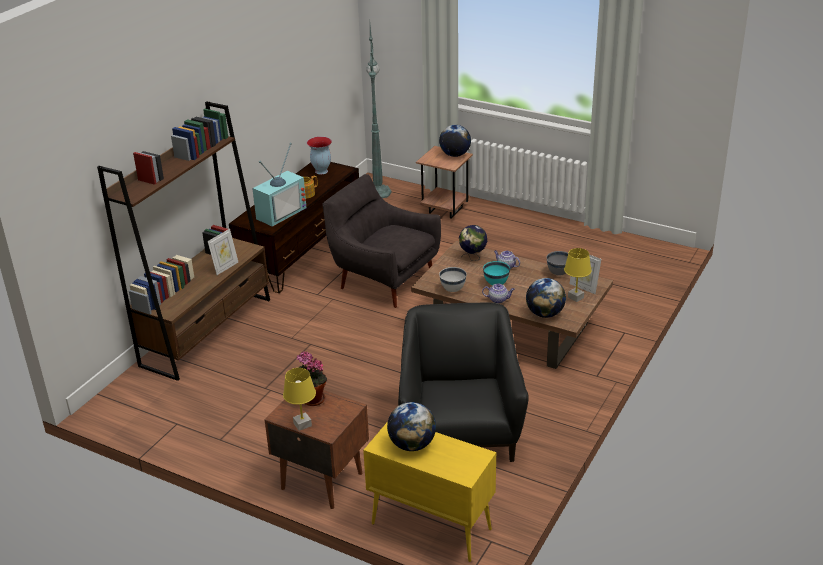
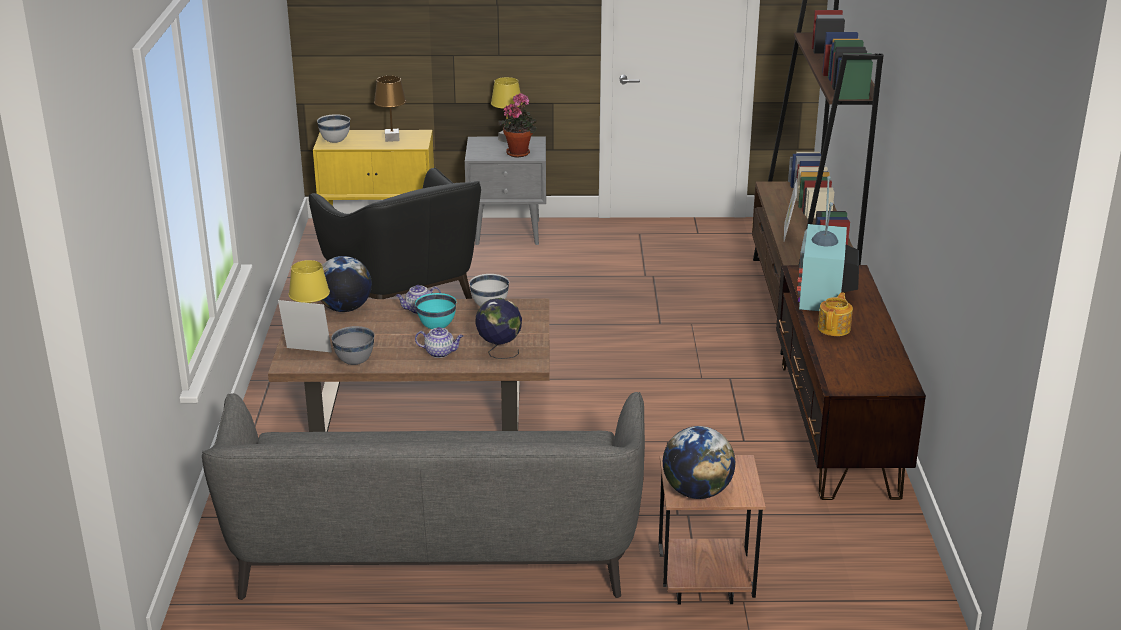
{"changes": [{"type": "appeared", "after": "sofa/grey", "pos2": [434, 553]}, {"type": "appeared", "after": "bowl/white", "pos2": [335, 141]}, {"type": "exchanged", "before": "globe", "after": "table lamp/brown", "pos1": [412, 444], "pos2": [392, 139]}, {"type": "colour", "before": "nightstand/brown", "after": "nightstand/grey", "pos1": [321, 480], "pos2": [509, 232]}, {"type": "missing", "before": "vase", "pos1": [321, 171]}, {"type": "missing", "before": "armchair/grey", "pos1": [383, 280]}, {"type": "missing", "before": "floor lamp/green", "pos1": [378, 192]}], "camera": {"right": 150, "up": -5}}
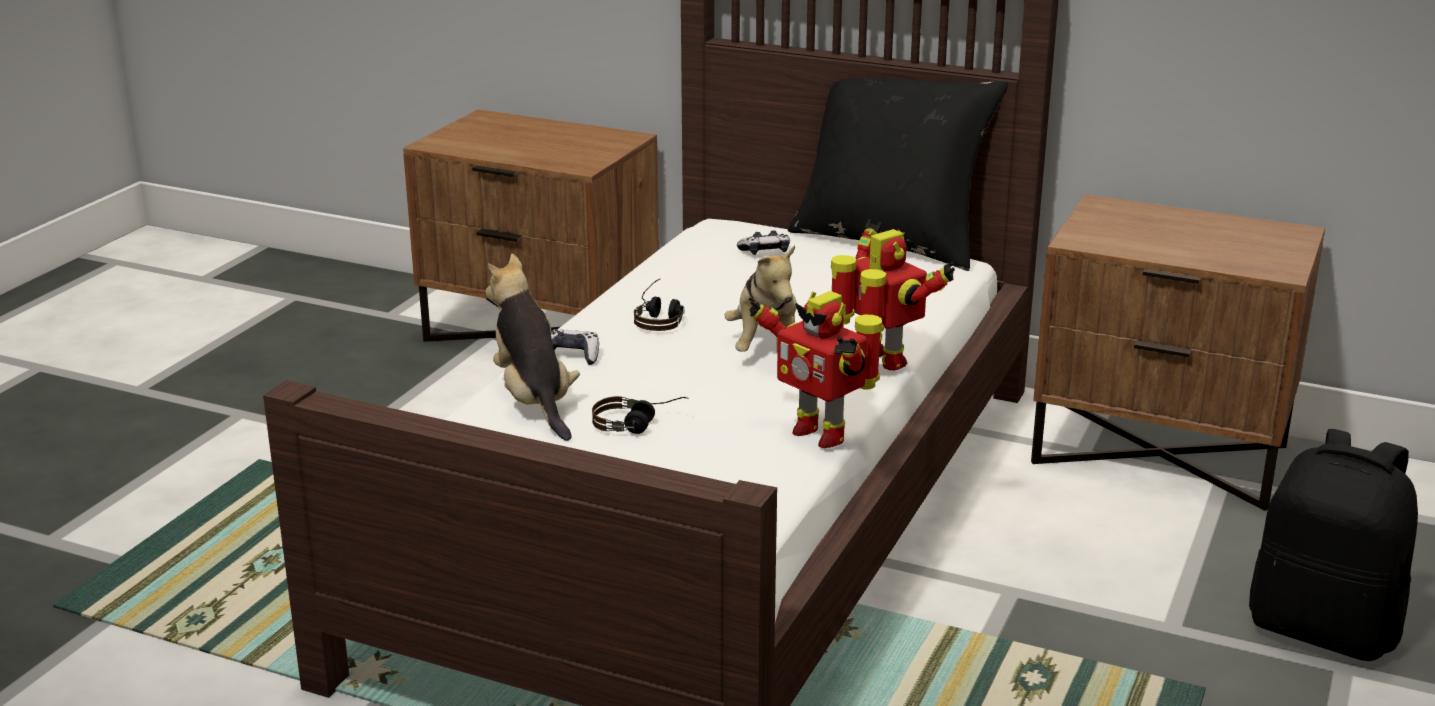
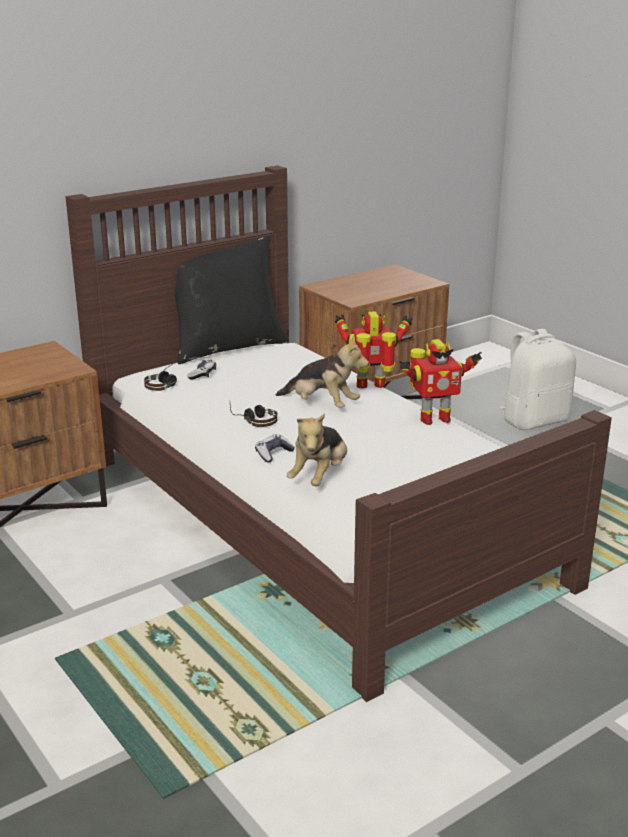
{"changes": [{"type": "relocated", "before": "headphones", "pos1": [639, 425], "pos2": [165, 384]}, {"type": "spun", "before": "plush toy", "pos1": [534, 400], "pos2": [319, 476], "turn": -75}, {"type": "colour", "before": "backpack/black", "after": "backpack/white", "pos1": [1323, 629], "pos2": [534, 420]}], "camera": {"right": -60, "up": 0}}
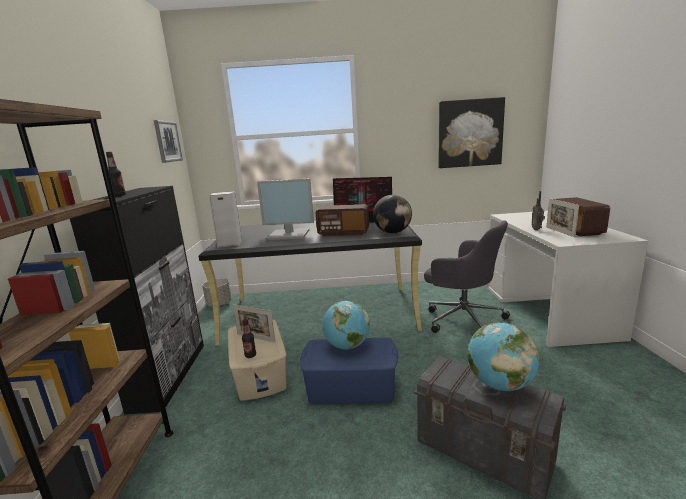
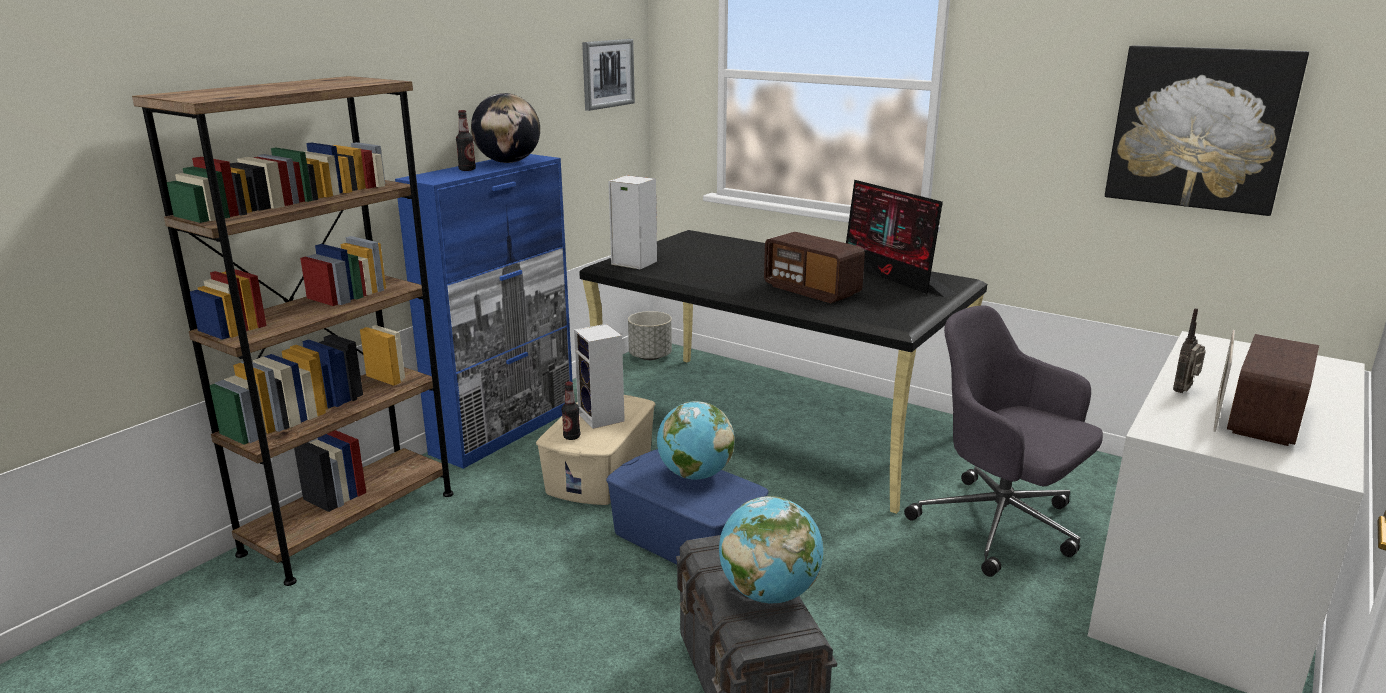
{"changes": [{"type": "colour", "before": "cabinet/black", "after": "cabinet/blue", "pos1": [170, 375], "pos2": [505, 430]}, {"type": "relocated", "before": "globe", "pos1": [393, 232], "pos2": [508, 162]}, {"type": "exchanged", "before": "picture frame", "after": "speaker", "pos1": [256, 338], "pos2": [602, 418]}, {"type": "spun", "before": "office chair/grey", "pos1": [462, 318], "pos2": [1001, 526], "turn": 150}, {"type": "missing", "before": "monitor", "pos1": [289, 234]}], "camera": {"right": 35, "up": 5}}
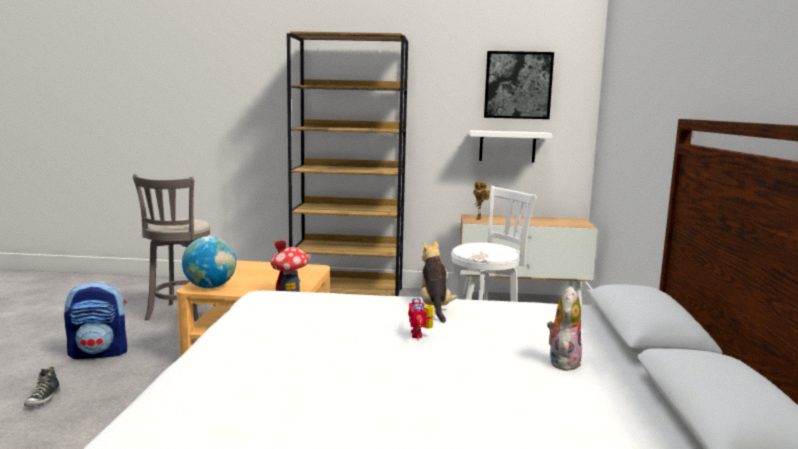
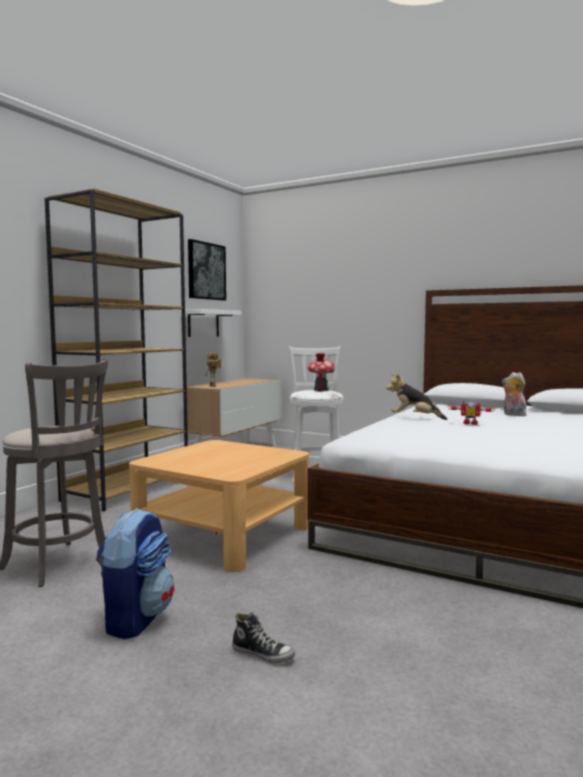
{"changes": [{"type": "relocated", "before": "toy house", "pos1": [290, 290], "pos2": [321, 390]}, {"type": "missing", "before": "globe", "pos1": [210, 287]}], "camera": {"right": -65, "up": -5}}
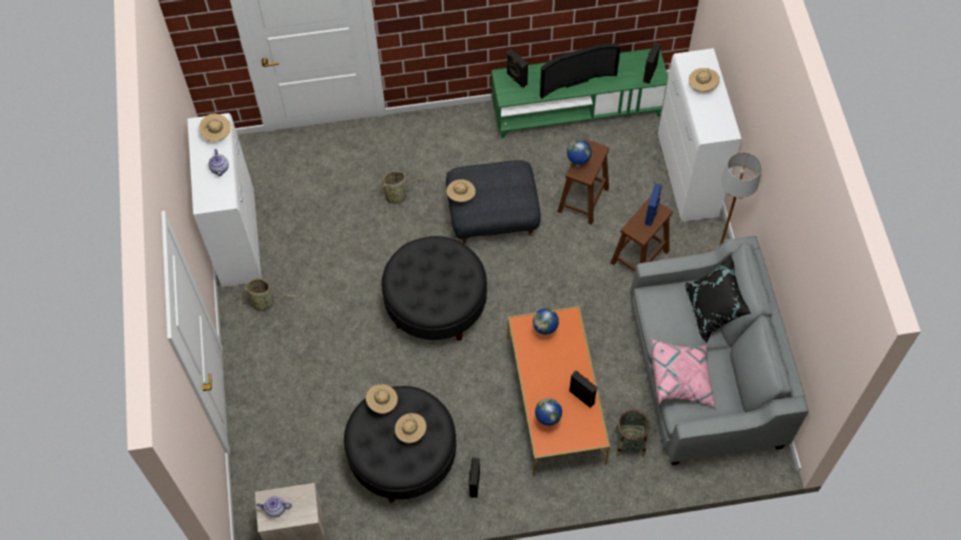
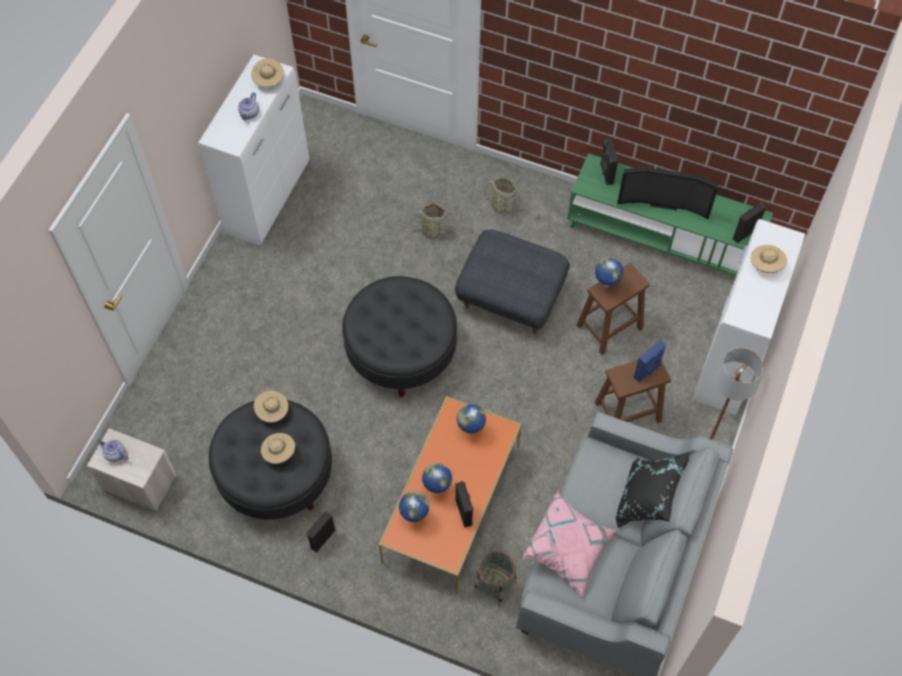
{"changes": [{"type": "appeared", "after": "globe", "pos2": [437, 489]}, {"type": "relocated", "before": "basket", "pos1": [265, 303], "pos2": [504, 207]}, {"type": "missing", "before": "hat/beige", "pos1": [461, 196]}], "camera": {"right": 30, "up": 0}}
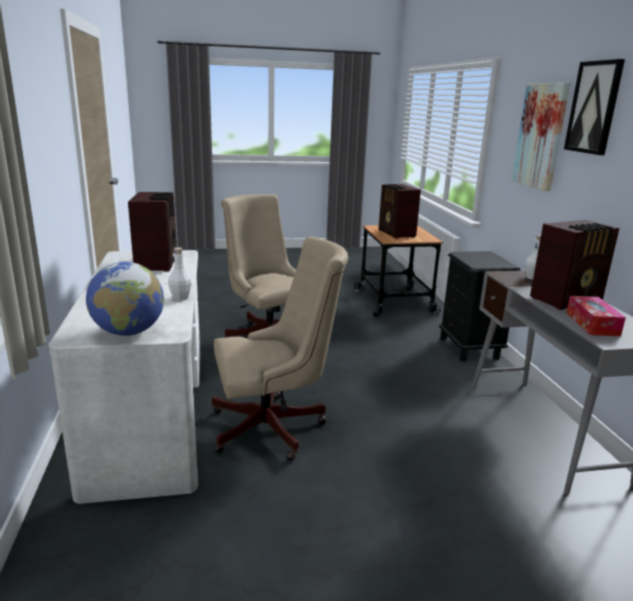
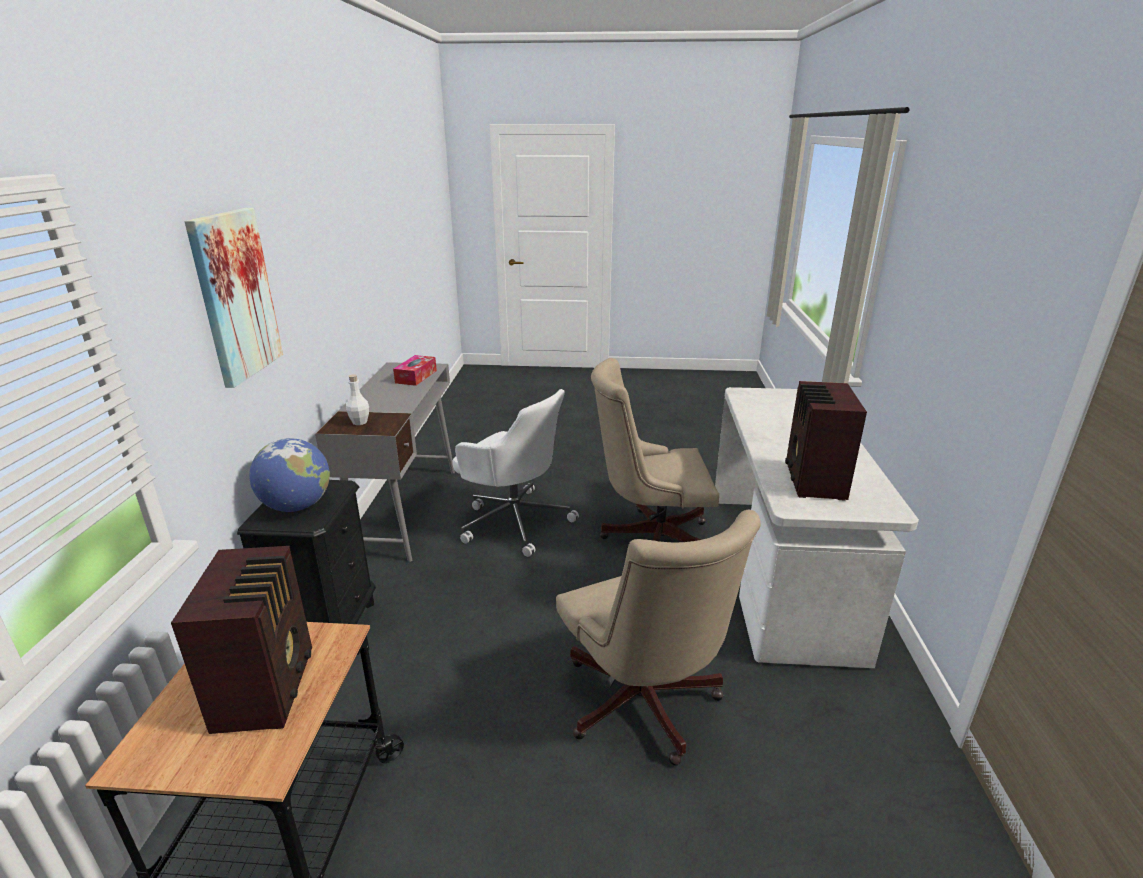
{"changes": [{"type": "relocated", "before": "globe", "pos1": [129, 332], "pos2": [297, 506]}, {"type": "appeared", "after": "office chair/white", "pos2": [514, 521]}, {"type": "missing", "before": "bottle/white", "pos1": [180, 297]}, {"type": "missing", "before": "radio", "pos1": [567, 300]}, {"type": "missing", "before": "picture", "pos1": [594, 107]}], "camera": {"right": -165, "up": 5}}
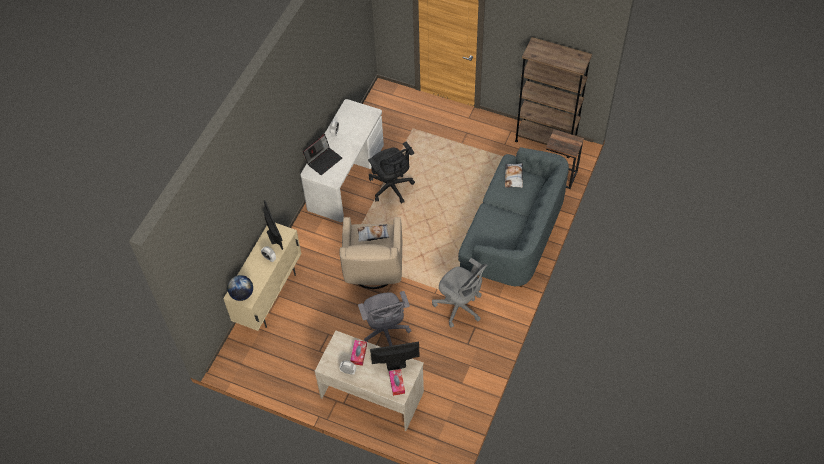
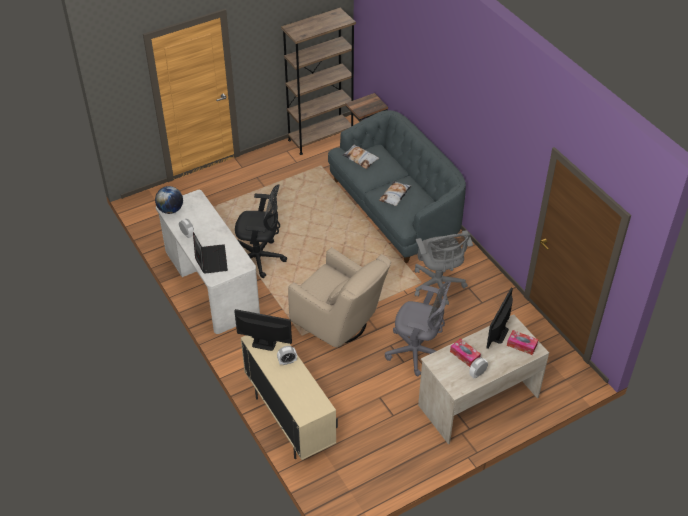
{"changes": [{"type": "relocated", "before": "globe", "pos1": [242, 294], "pos2": [170, 210]}, {"type": "relocated", "before": "pillow", "pos1": [373, 234], "pos2": [395, 195]}, {"type": "spun", "before": "office chair/grey", "pos1": [460, 307], "pos2": [438, 286], "turn": 90}], "camera": {"right": -55, "up": -10}}
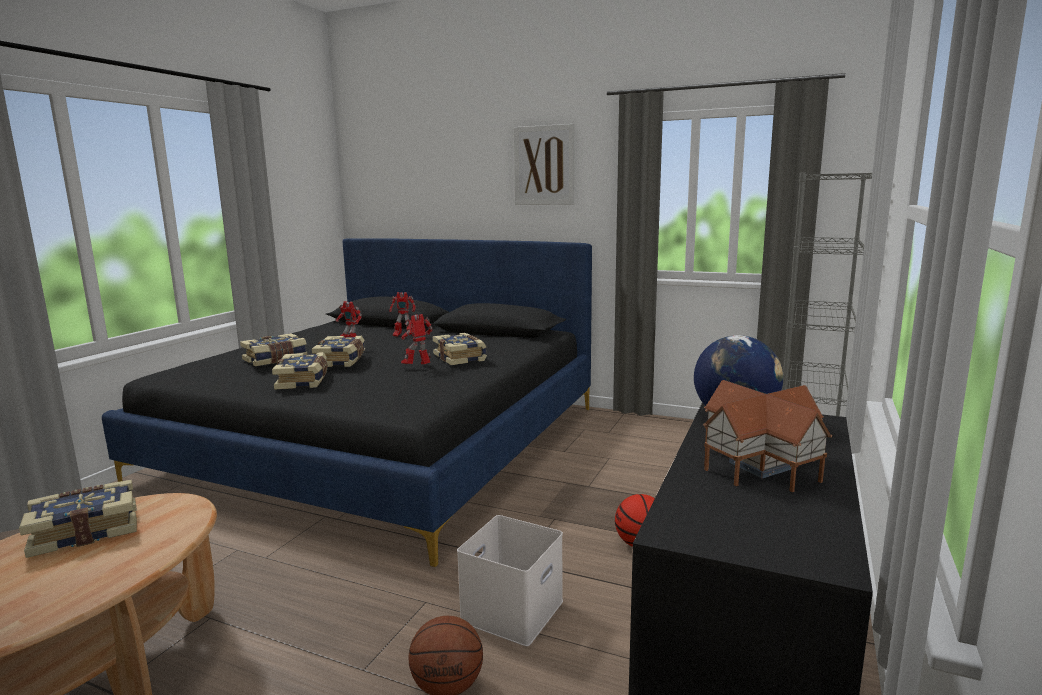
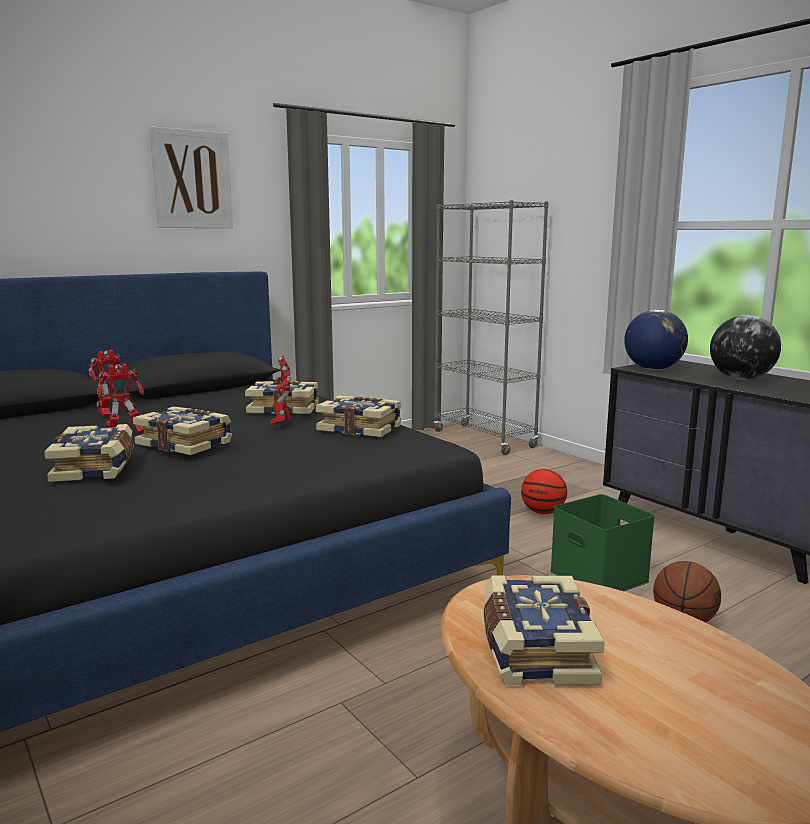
{"changes": [{"type": "relocated", "before": "book", "pos1": [304, 381], "pos2": [360, 428]}, {"type": "colour", "before": "storage box/white", "after": "storage box/green", "pos1": [513, 612], "pos2": [601, 576]}, {"type": "exchanged", "before": "toy house", "after": "globe", "pos1": [762, 466], "pos2": [741, 379]}], "camera": {"right": -60, "up": 0}}
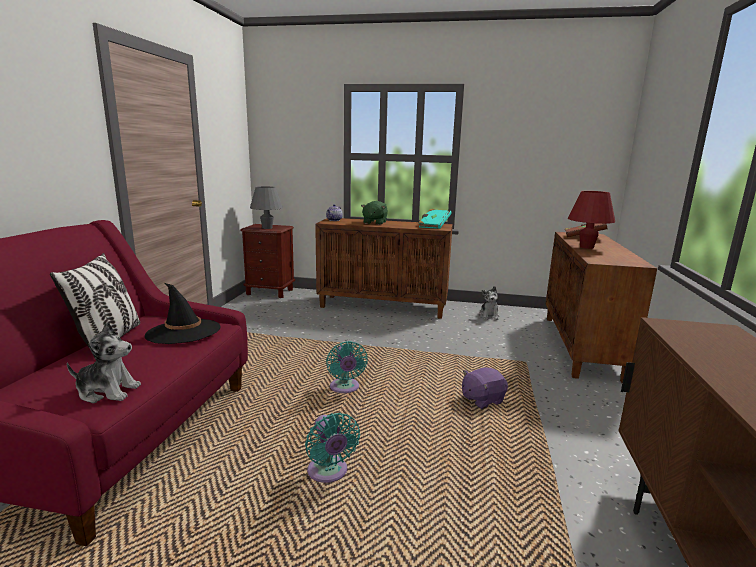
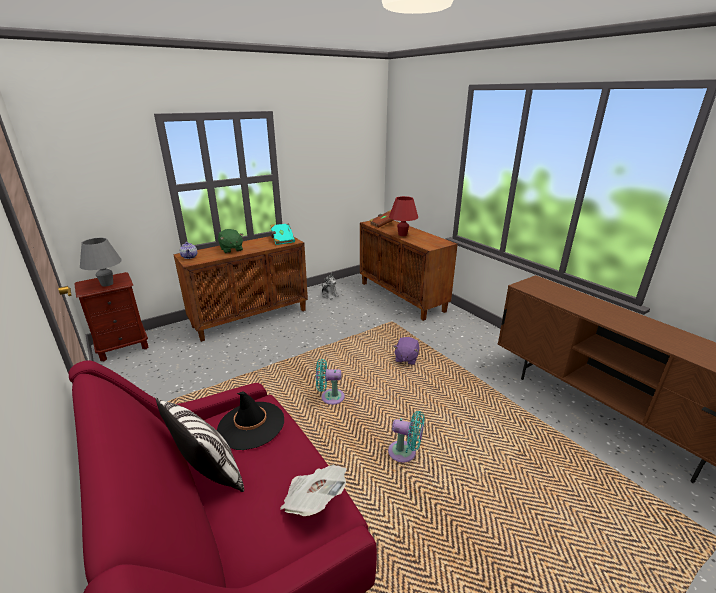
{"changes": [{"type": "exchanged", "before": "plush toy", "after": "newspaper", "pos1": [107, 391], "pos2": [314, 500]}, {"type": "spun", "before": "fan/turquoise", "pos1": [345, 388], "pos2": [330, 397], "turn": 150}], "camera": {"right": -45, "up": 10}}
